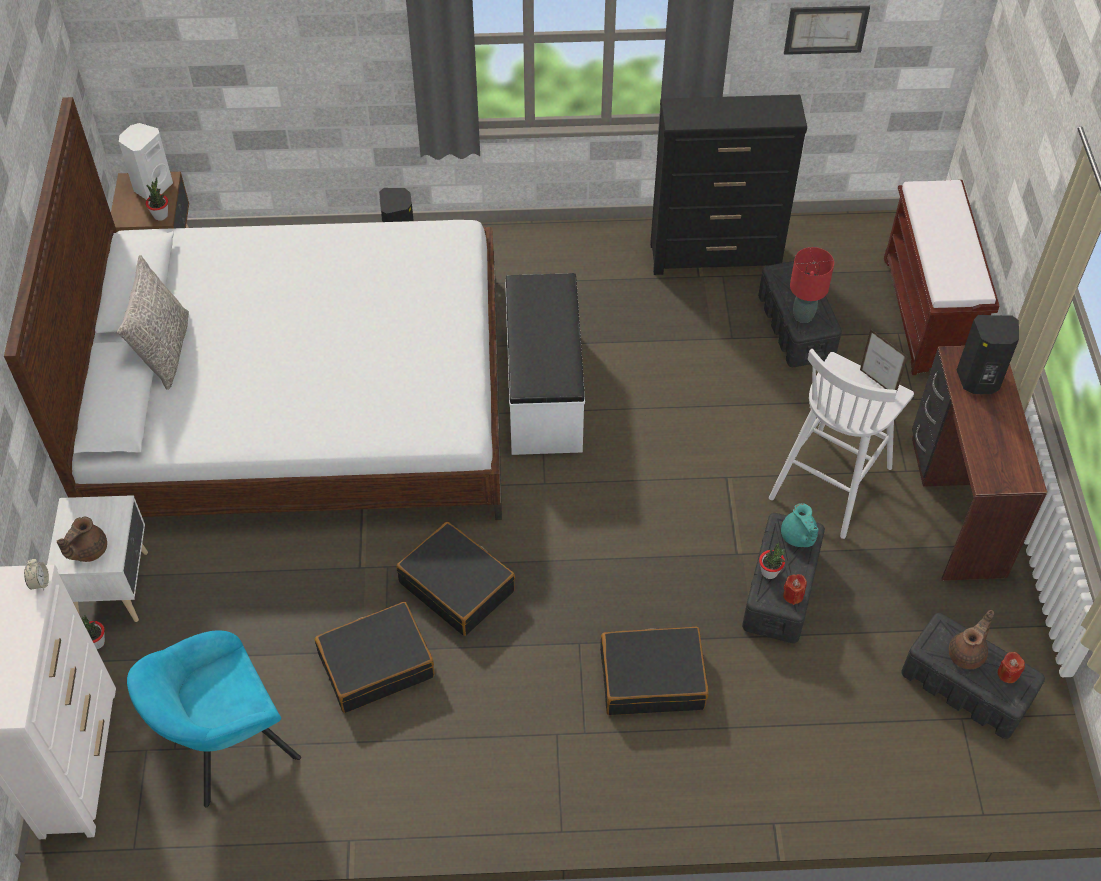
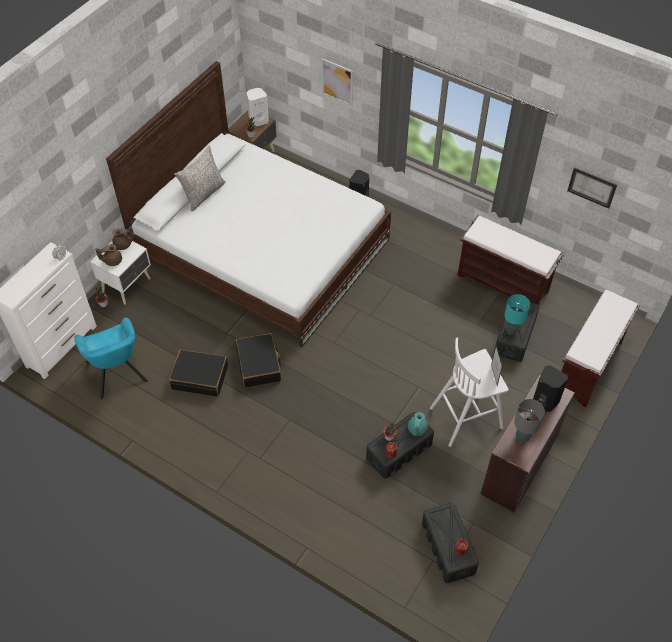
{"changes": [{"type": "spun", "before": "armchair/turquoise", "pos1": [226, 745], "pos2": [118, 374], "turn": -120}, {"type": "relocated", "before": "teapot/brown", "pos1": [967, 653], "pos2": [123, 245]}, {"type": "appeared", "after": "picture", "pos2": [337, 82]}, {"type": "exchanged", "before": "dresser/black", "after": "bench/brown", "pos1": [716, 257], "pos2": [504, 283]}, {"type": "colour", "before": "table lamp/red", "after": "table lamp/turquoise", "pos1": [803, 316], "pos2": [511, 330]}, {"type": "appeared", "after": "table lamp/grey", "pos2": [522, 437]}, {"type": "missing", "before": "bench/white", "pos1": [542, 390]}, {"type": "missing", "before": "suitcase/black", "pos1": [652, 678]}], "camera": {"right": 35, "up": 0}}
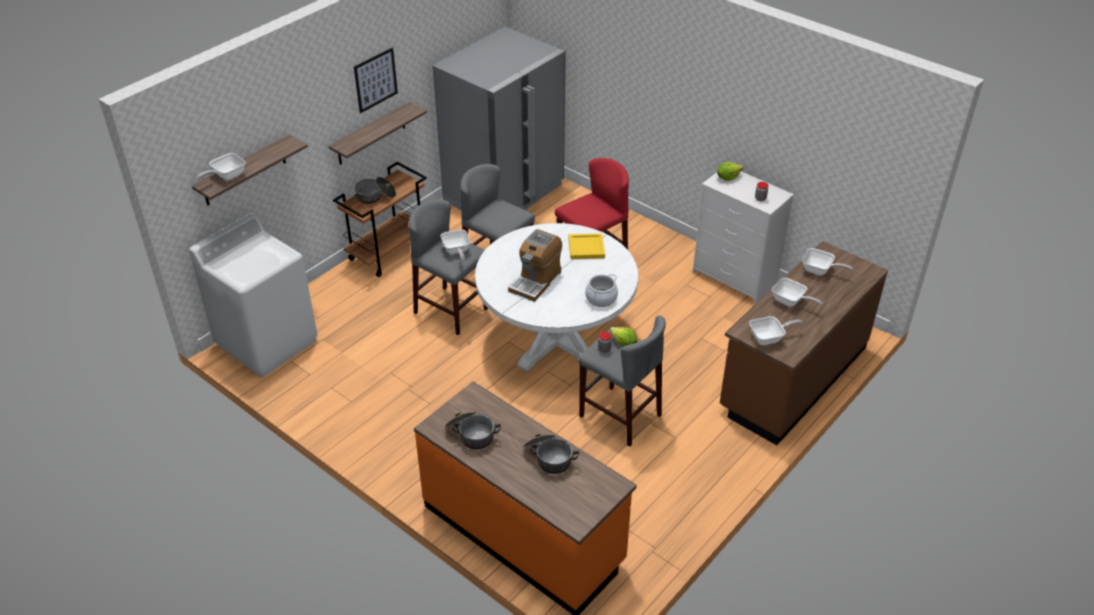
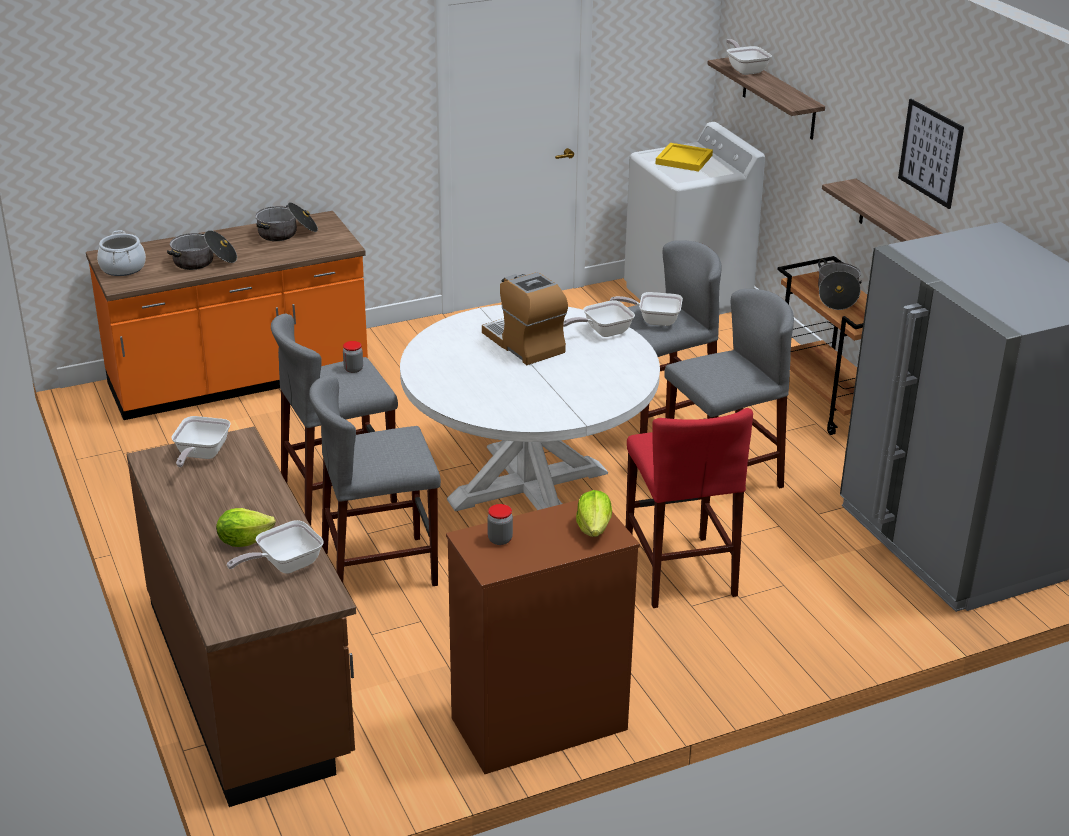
{"changes": [{"type": "relocated", "before": "cooking pot", "pos1": [601, 298], "pos2": [122, 268]}, {"type": "relocated", "before": "lettuce", "pos1": [623, 344], "pos2": [243, 540]}, {"type": "appeared", "after": "stool/grey", "pos2": [379, 568]}, {"type": "colour", "before": "dresser/white", "after": "dresser/brown", "pos1": [735, 278], "pos2": [537, 724]}, {"type": "relocated", "before": "frying pan", "pos1": [790, 302], "pos2": [602, 332]}, {"type": "relocated", "before": "tray/yellow", "pos1": [587, 248], "pos2": [683, 160]}], "camera": {"right": 115, "up": -10}}
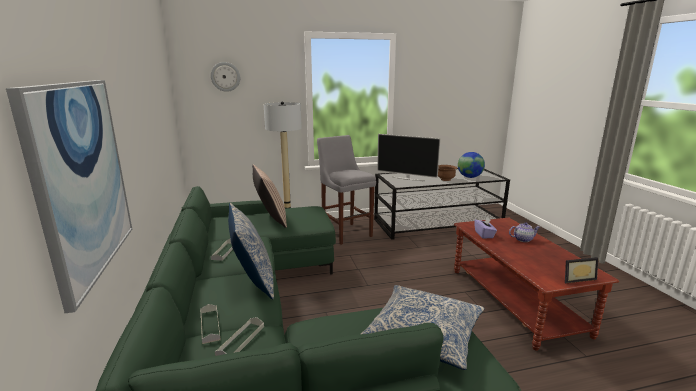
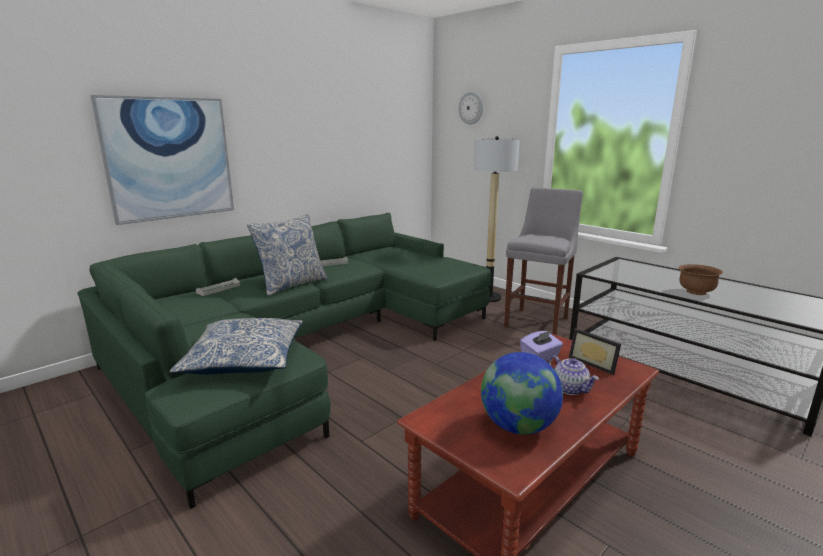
{"changes": [{"type": "relocated", "before": "globe", "pos1": [469, 177], "pos2": [518, 426]}, {"type": "relocated", "before": "picture frame", "pos1": [576, 278], "pos2": [594, 363]}, {"type": "missing", "before": "tray/grey", "pos1": [241, 340]}, {"type": "missing", "before": "pillow", "pos1": [270, 219]}, {"type": "missing", "before": "television", "pos1": [407, 178]}], "camera": {"right": 60, "up": 0}}
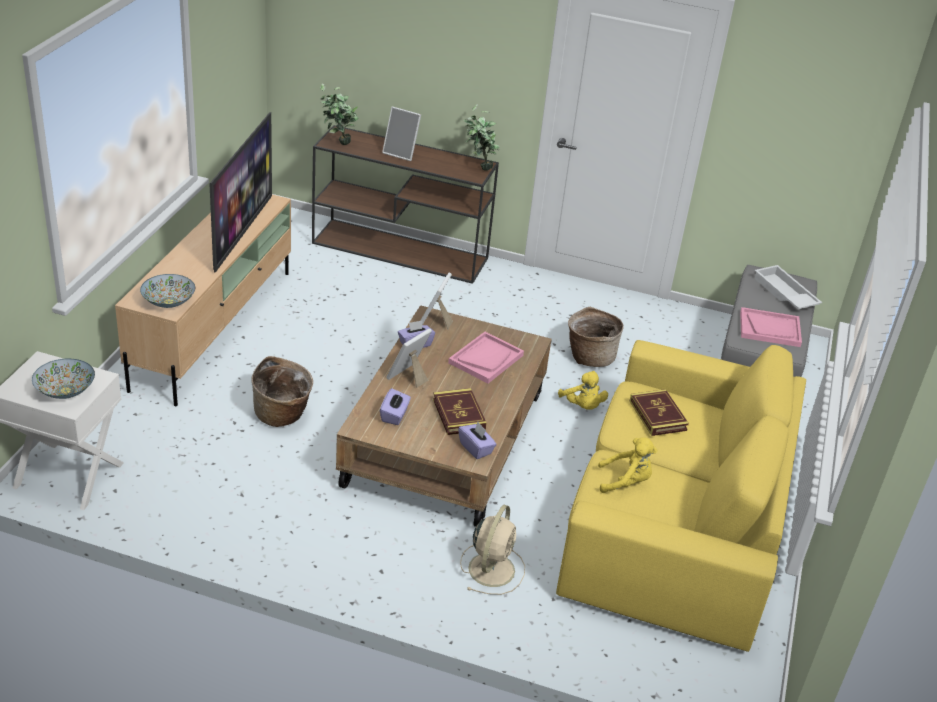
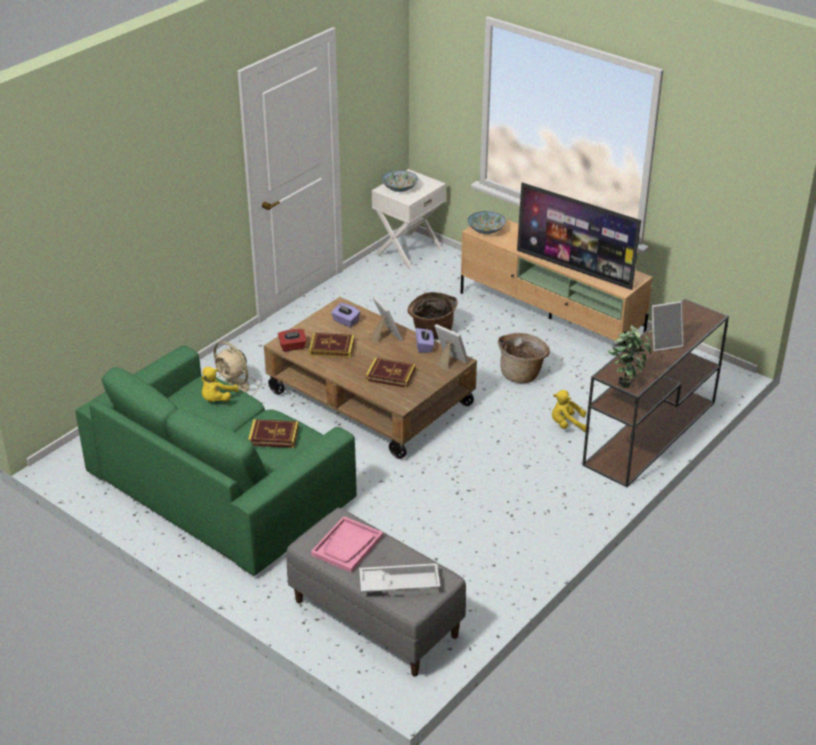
{"changes": [{"type": "colour", "before": "sofa/yellow", "after": "sofa/green", "pos1": [674, 521], "pos2": [221, 486]}, {"type": "colour", "before": "tissue box/purple", "after": "tissue box/red", "pos1": [476, 448], "pos2": [292, 347]}, {"type": "exchanged", "before": "tray/pink", "after": "book", "pos1": [486, 359], "pos2": [390, 375]}, {"type": "relocated", "before": "basket", "pos1": [589, 356], "pos2": [522, 374]}, {"type": "relocated", "before": "plush toy/yellow", "pos1": [582, 406], "pos2": [567, 425]}, {"type": "spun", "before": "picture frame", "pos1": [401, 153], "pos2": [664, 343], "turn": -150}, {"type": "missing", "before": "potted plant", "pos1": [337, 144]}], "camera": {"right": 115, "up": 0}}
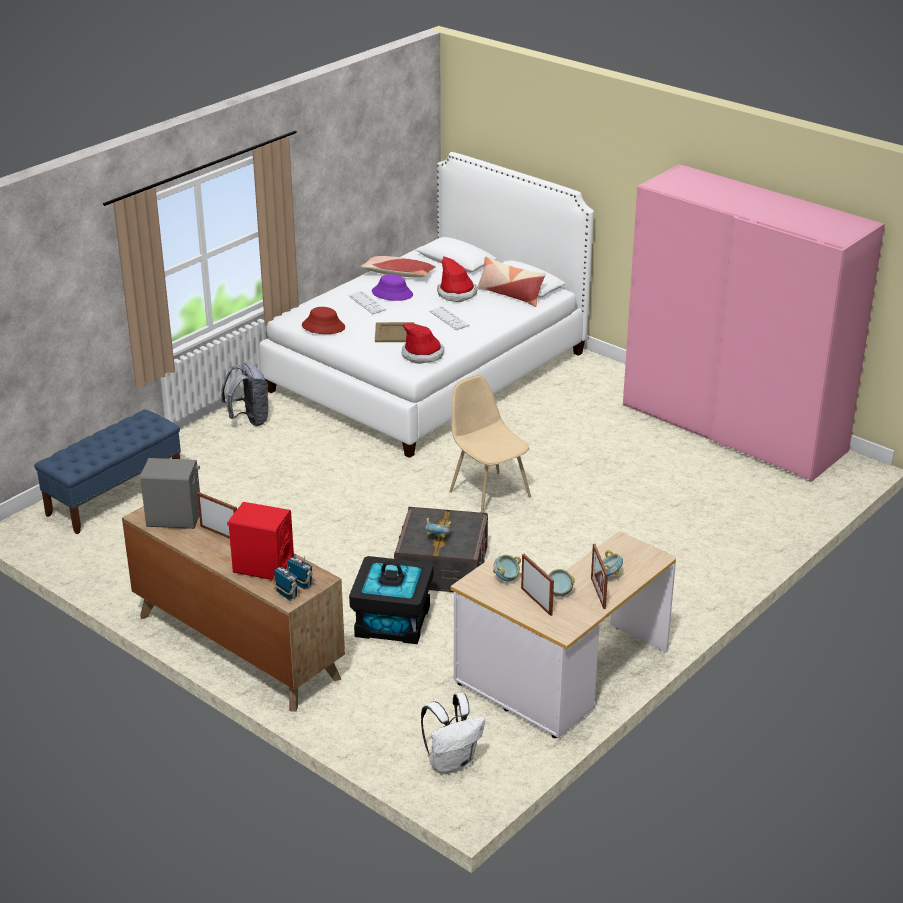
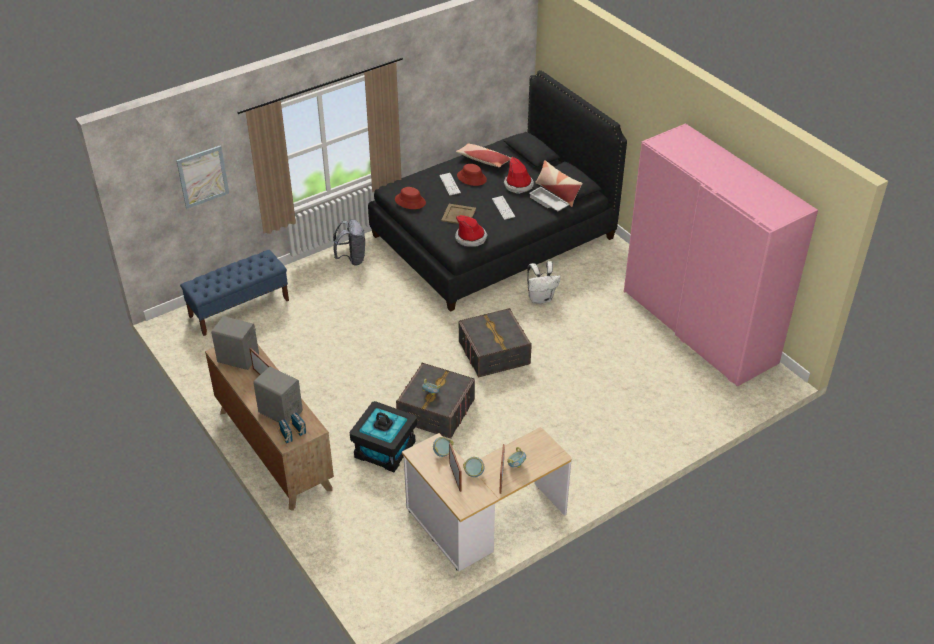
{"changes": [{"type": "appeared", "after": "picture", "pos2": [203, 176]}, {"type": "colour", "before": "speaker/red", "after": "speaker/grey", "pos1": [263, 567], "pos2": [280, 411]}, {"type": "colour", "before": "bed/white", "after": "bed/black", "pos1": [428, 371], "pos2": [493, 236]}, {"type": "colour", "before": "hat/purple", "after": "hat/red", "pos1": [392, 293], "pos2": [471, 178]}, {"type": "exchanged", "before": "chair/beige", "after": "storage box/grey", "pos1": [488, 493], "pos2": [494, 353]}, {"type": "relocated", "before": "backpack/white", "pos1": [451, 762], "pos2": [541, 298]}, {"type": "appeared", "after": "tray/white", "pos2": [548, 203]}], "camera": {"right": 15, "up": 10}}
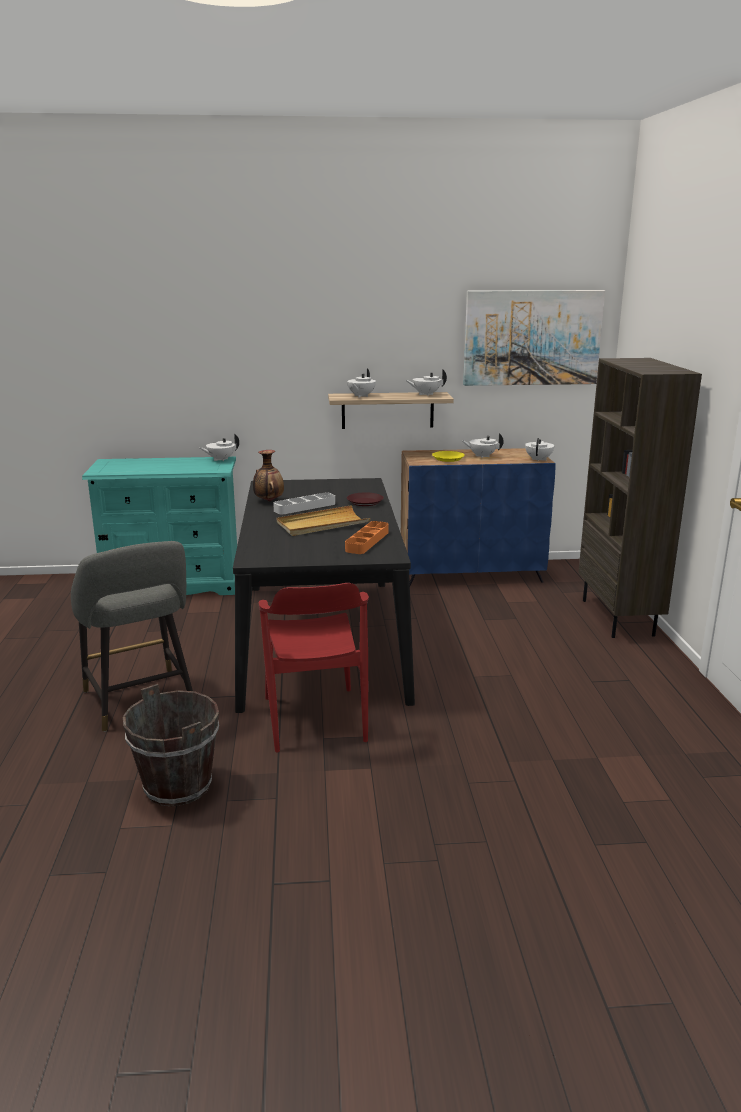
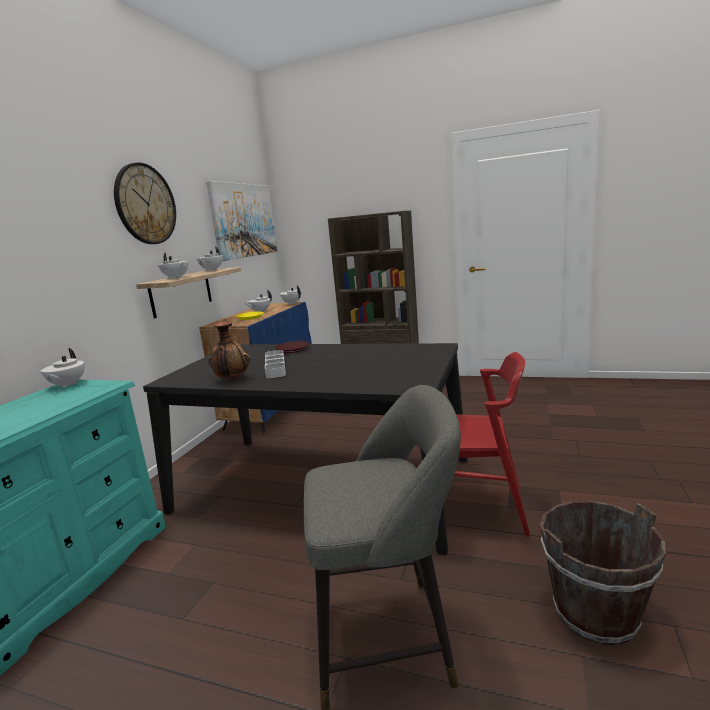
{"changes": [{"type": "appeared", "after": "wall clock", "pos2": [145, 204]}, {"type": "missing", "before": "tray/beige", "pos1": [322, 524]}, {"type": "missing", "before": "tray/orange", "pos1": [367, 541]}], "camera": {"right": -65, "up": -5}}
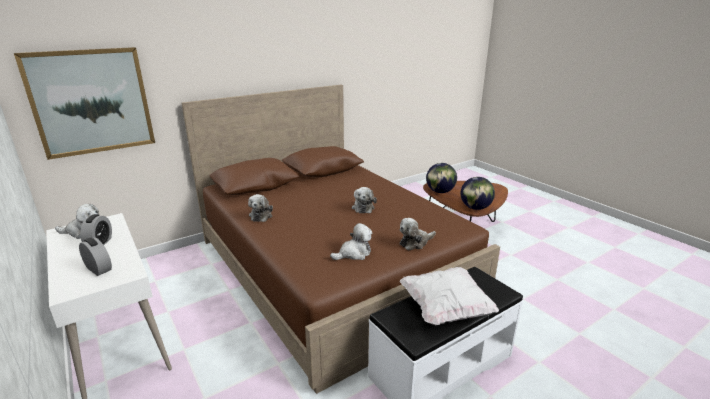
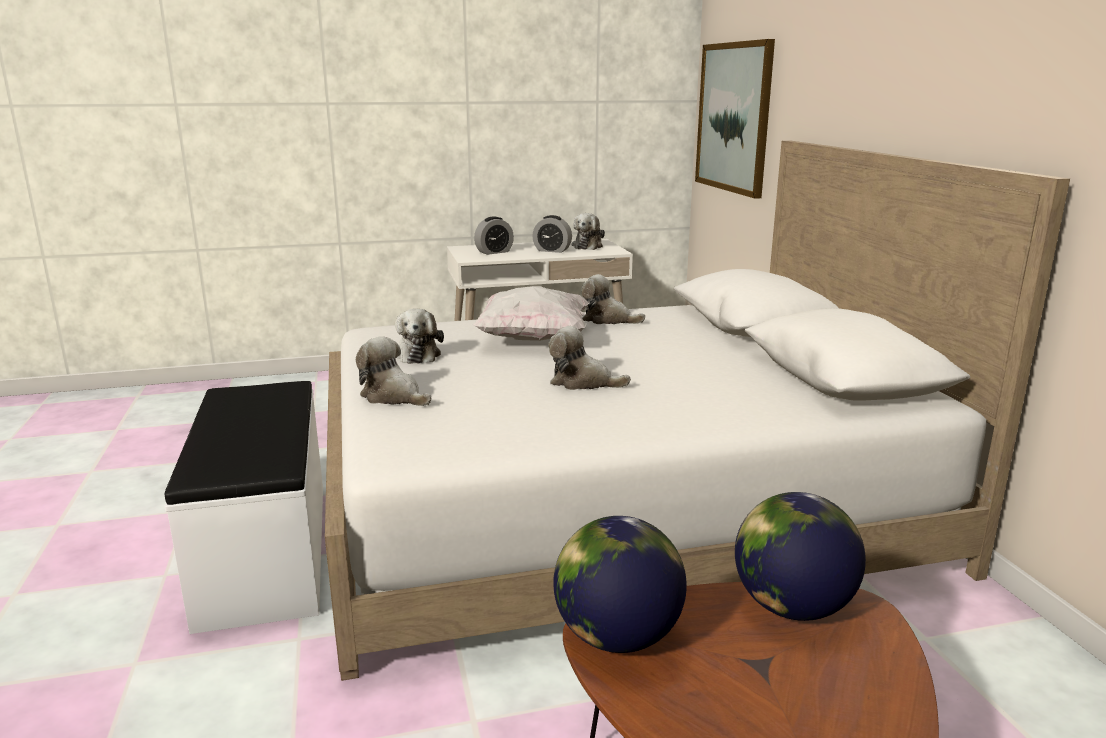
{"changes": [{"type": "colour", "before": "bed/brown", "after": "bed/white", "pos1": [333, 267], "pos2": [616, 507]}, {"type": "spun", "before": "plush toy", "pos1": [415, 242], "pos2": [393, 396], "turn": -45}, {"type": "relocated", "before": "pillow/white", "pos1": [445, 309], "pos2": [533, 339]}], "camera": {"right": 110, "up": -5}}
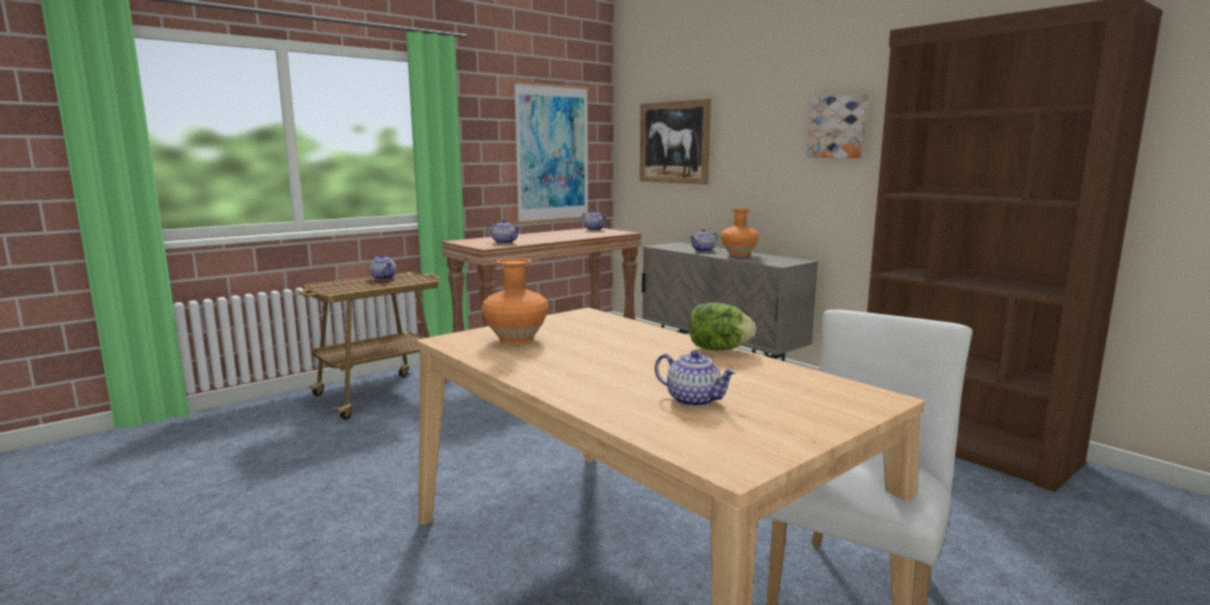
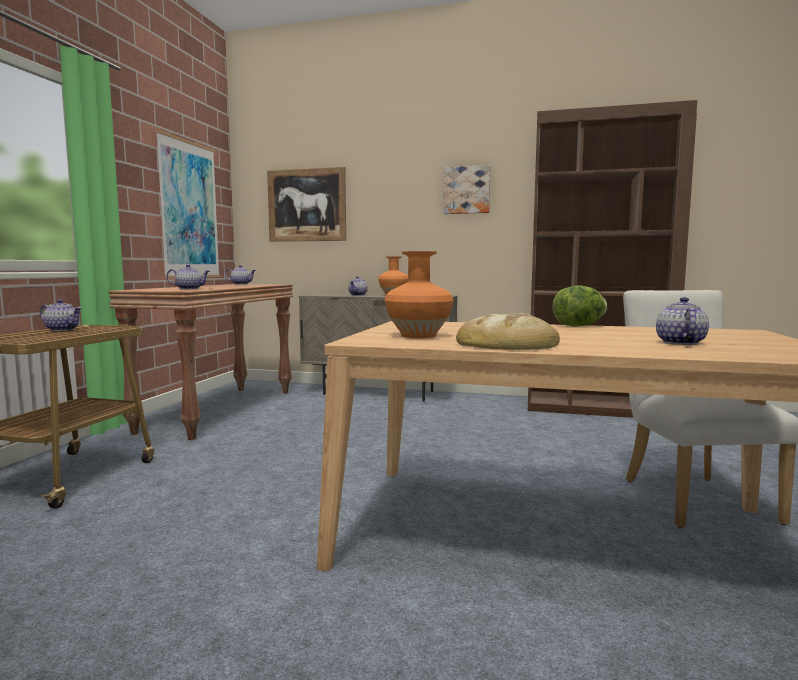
{"changes": [{"type": "appeared", "after": "bread", "pos2": [508, 343]}, {"type": "spun", "before": "teapot", "pos1": [694, 400], "pos2": [679, 343], "turn": -75}], "camera": {"right": -35, "up": -5}}
